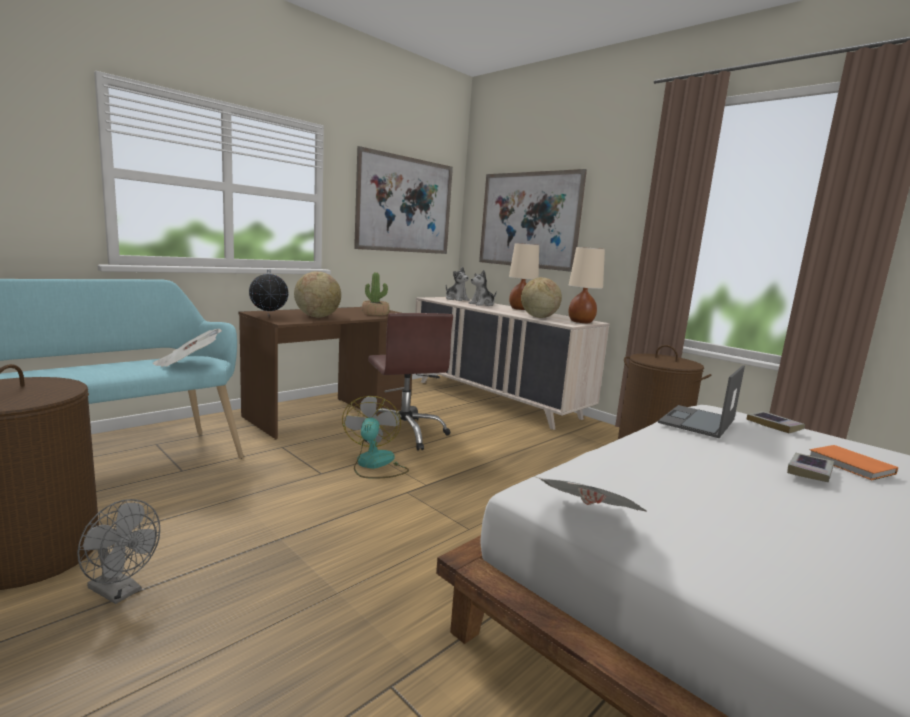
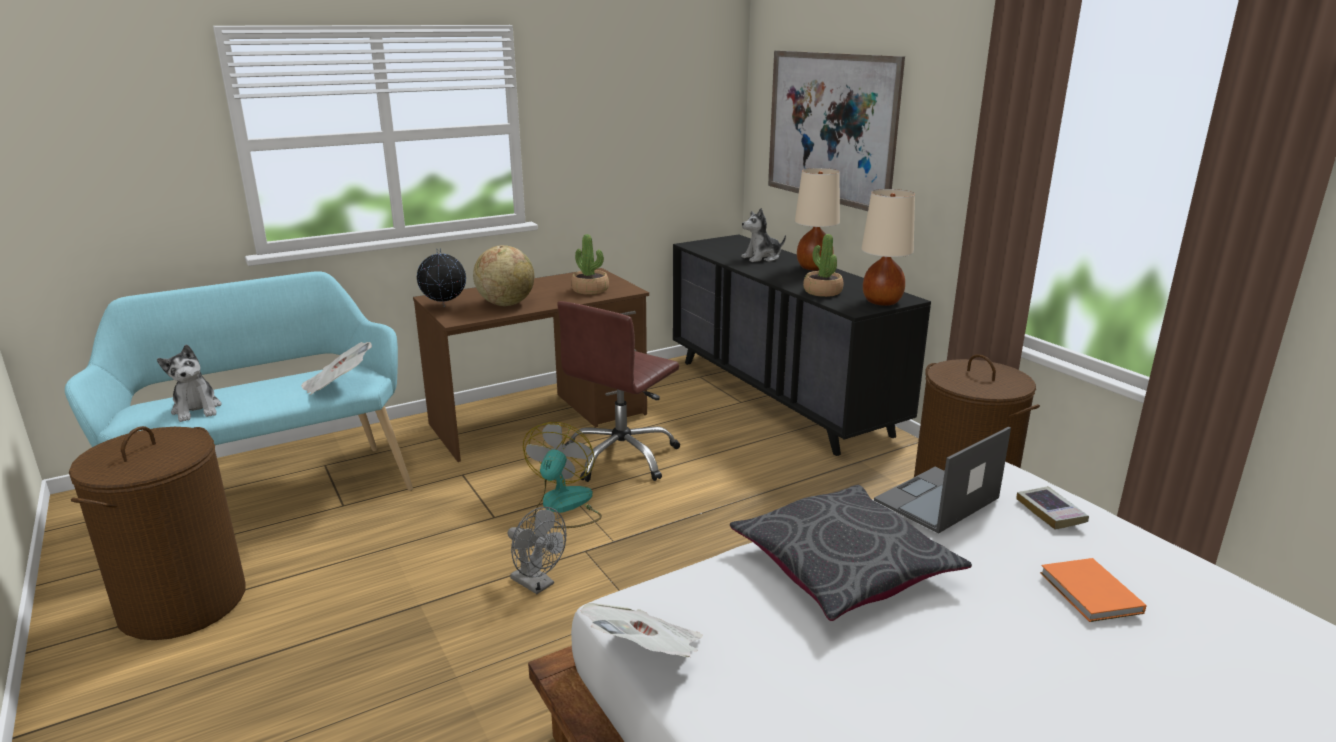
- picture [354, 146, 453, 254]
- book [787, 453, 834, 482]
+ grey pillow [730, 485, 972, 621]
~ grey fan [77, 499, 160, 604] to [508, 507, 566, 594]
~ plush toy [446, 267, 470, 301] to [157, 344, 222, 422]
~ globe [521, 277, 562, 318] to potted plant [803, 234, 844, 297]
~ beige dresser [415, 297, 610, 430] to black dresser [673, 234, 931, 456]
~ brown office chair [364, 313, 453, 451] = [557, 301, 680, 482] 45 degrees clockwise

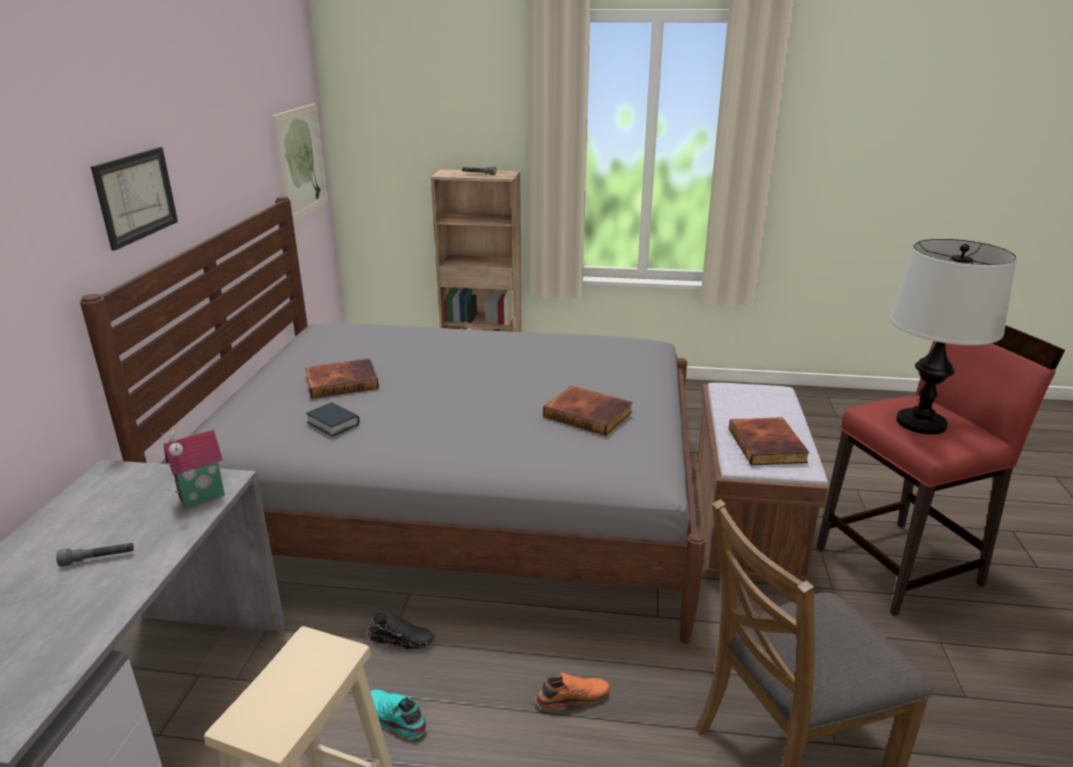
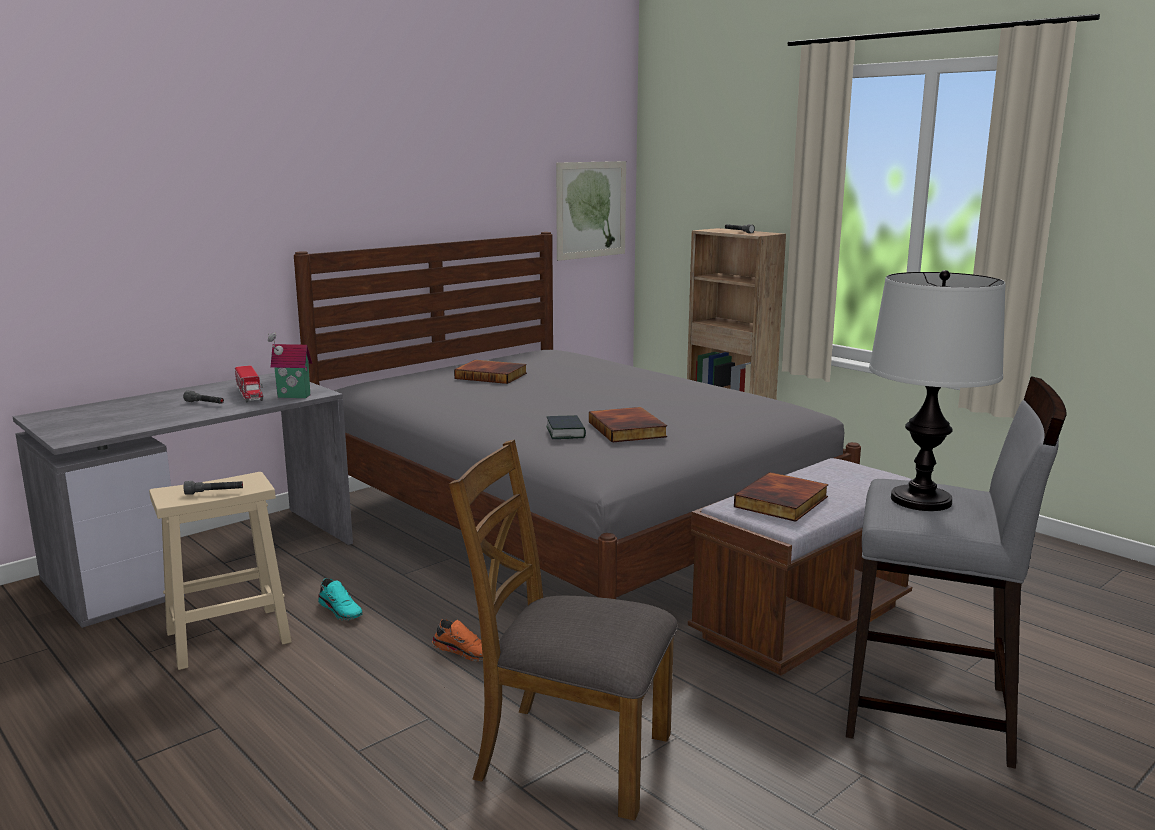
- picture [91, 147, 178, 251]
- black shoe [366, 613, 434, 650]
+ grey flashlight [184, 481, 243, 495]
+ toy truck [235, 365, 263, 403]
~ book [306, 402, 360, 437] to [546, 415, 586, 439]
~ red stool [816, 325, 1065, 616] to grey stool [846, 376, 1066, 769]
~ turquoise shoe [371, 689, 427, 738] = [318, 578, 363, 620] 150 degrees clockwise

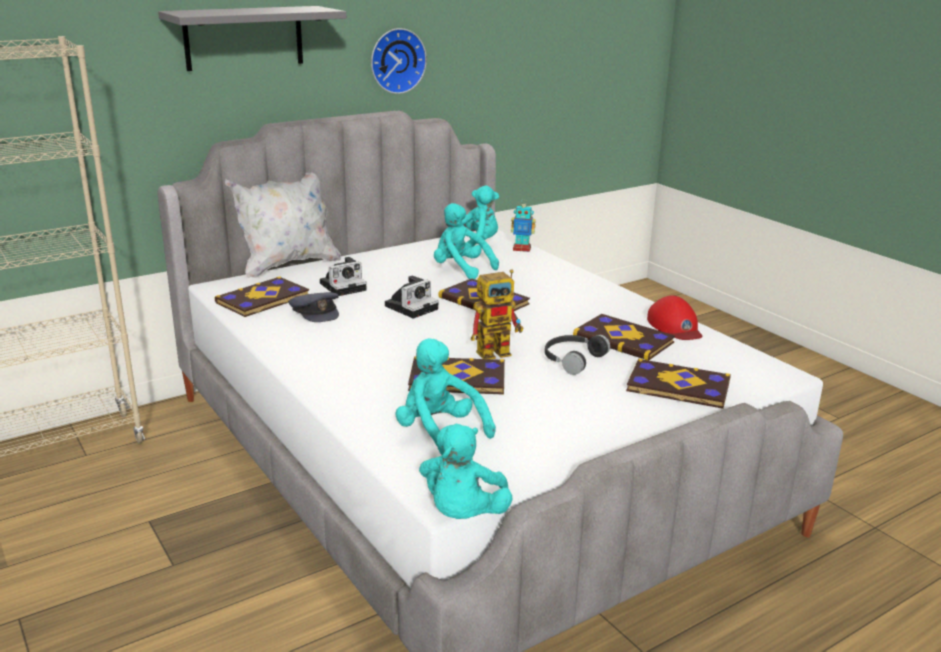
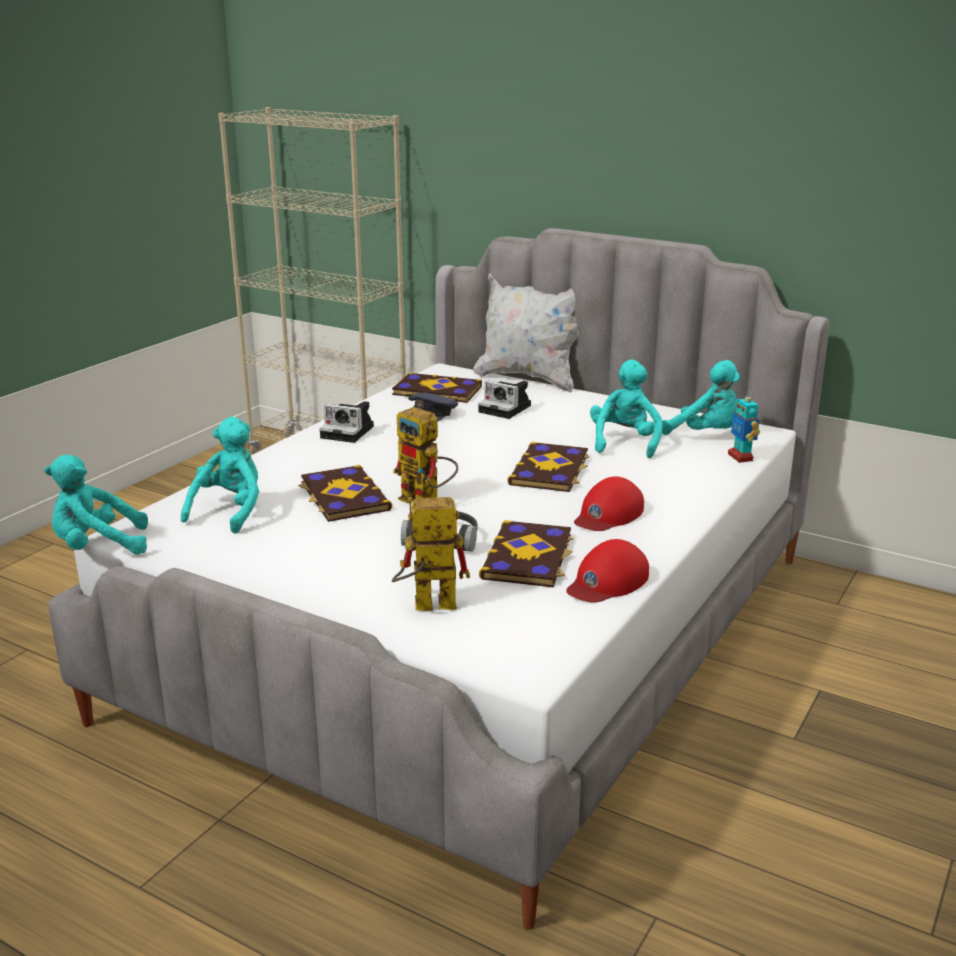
- grey shelf [158, 6, 346, 71]
- wall clock [371, 28, 427, 94]
+ red cap [574, 476, 644, 531]
~ photo camera [385, 275, 439, 319] to [320, 401, 374, 443]
~ book [626, 358, 731, 409] to toy robot [392, 497, 470, 611]

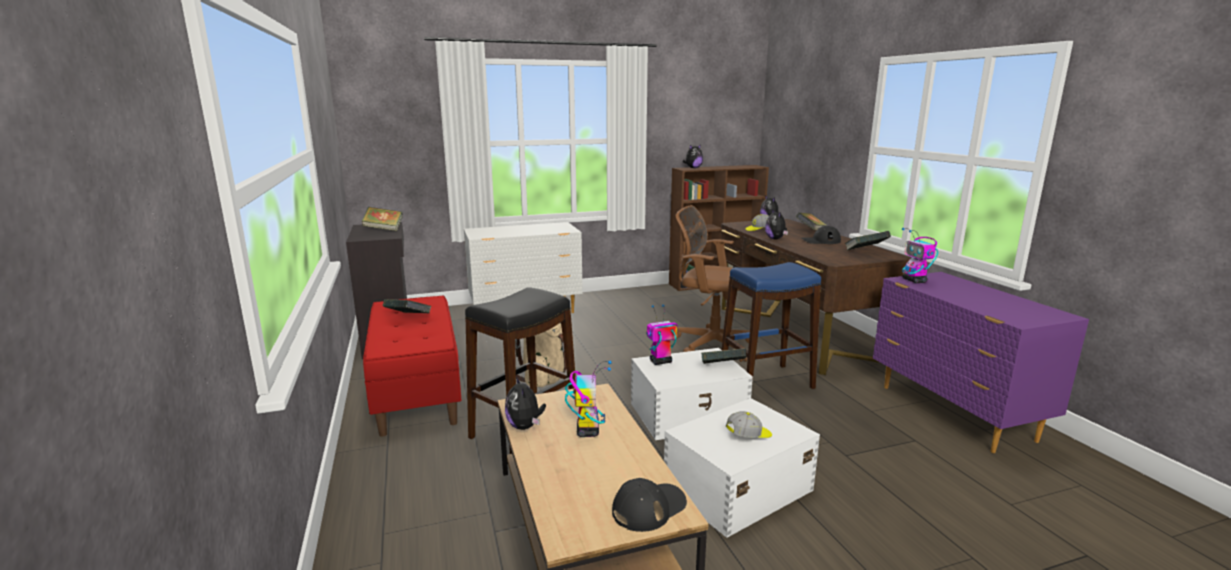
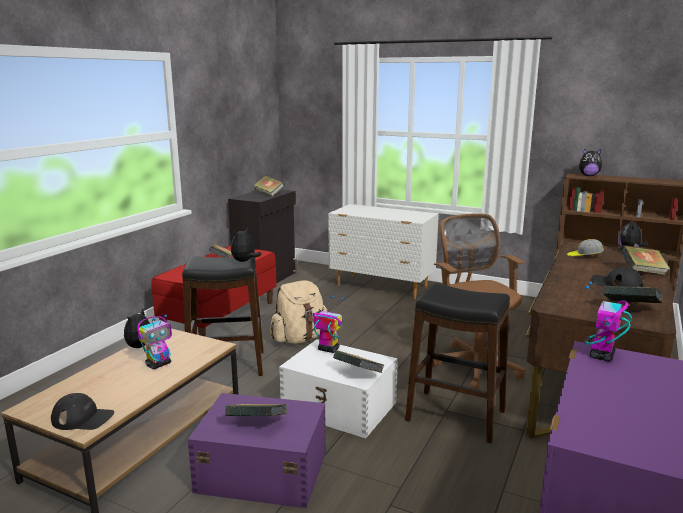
~ plush toy [765, 209, 788, 239] to [231, 227, 261, 262]
~ cap [726, 411, 772, 438] to book [225, 404, 287, 416]
~ white storage box [664, 398, 820, 538] to purple storage box [188, 393, 326, 508]
~ blue stool [721, 262, 821, 389] to black stool [405, 283, 510, 443]

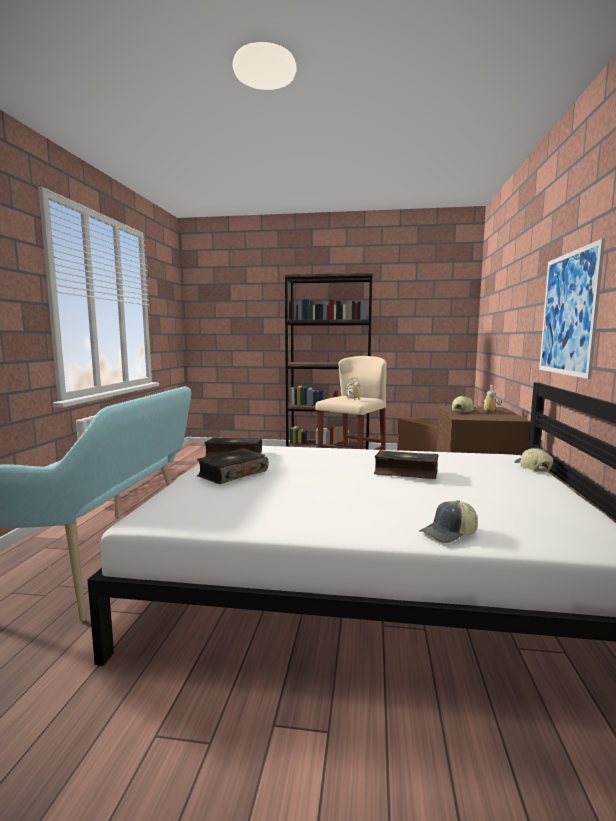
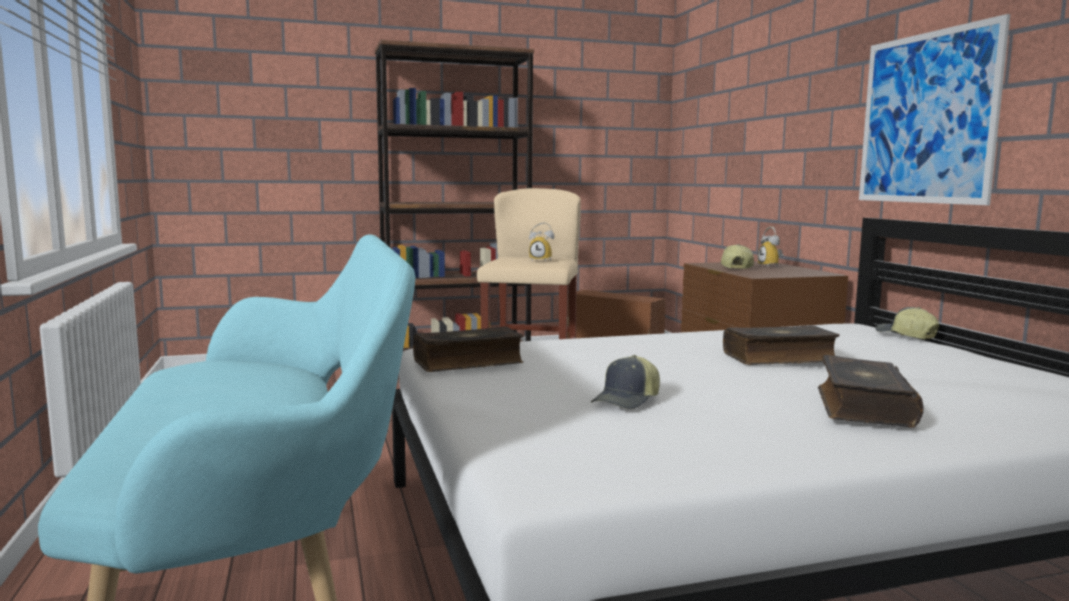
~ book [197, 448, 268, 484] to [818, 355, 924, 428]
~ cap [419, 500, 478, 543] to [591, 355, 660, 409]

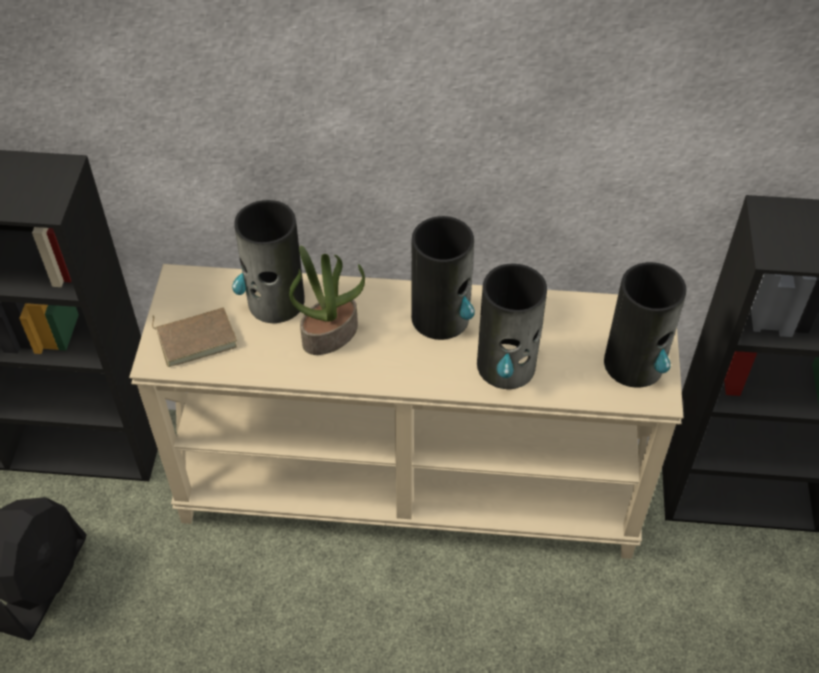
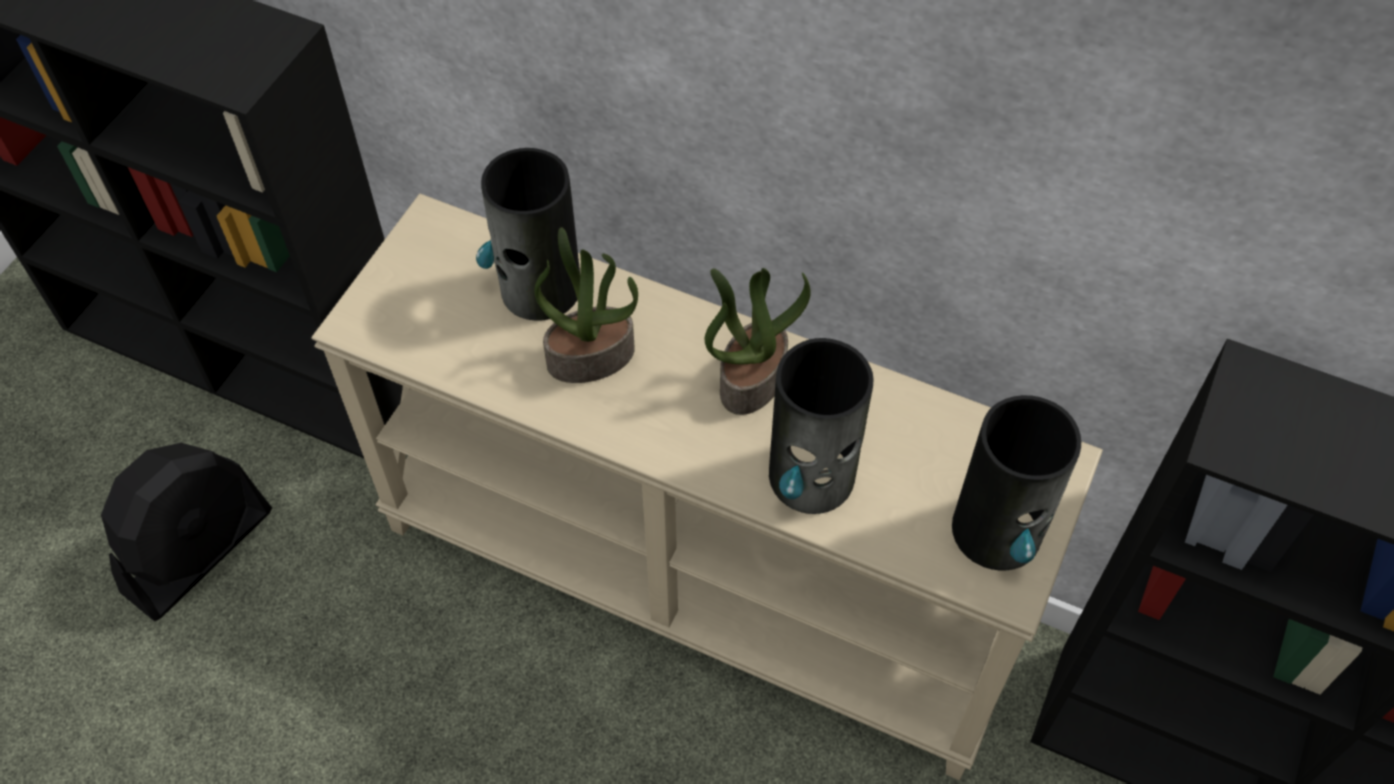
- brown book [152, 307, 237, 367]
~ vase [411, 216, 475, 340] to potted plant [705, 268, 811, 415]

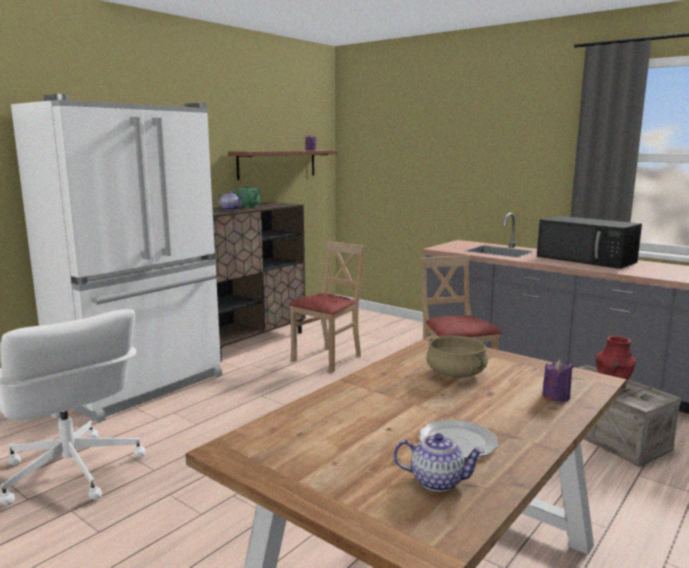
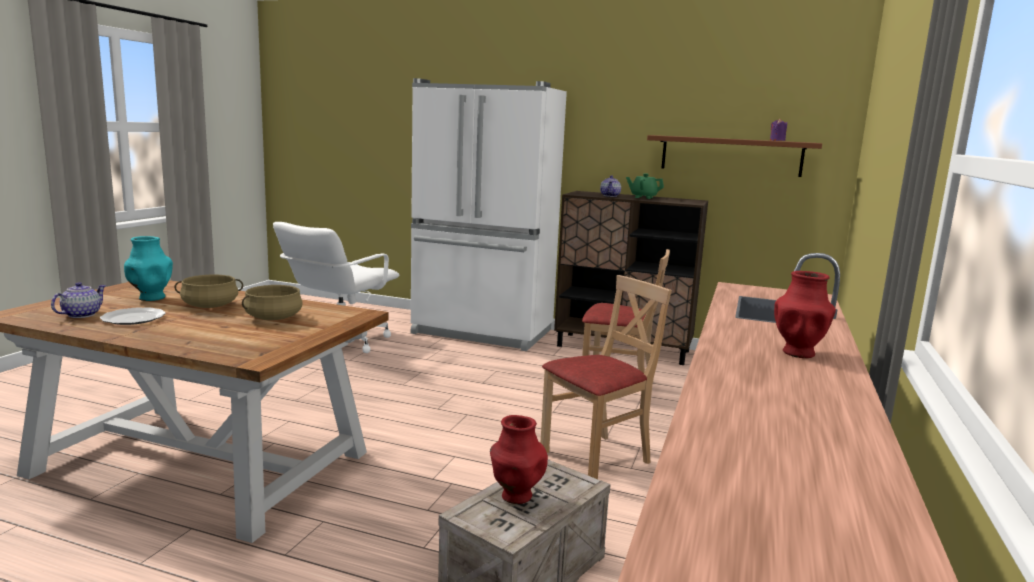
- purple candle [542, 359, 573, 402]
+ turquoise vase [124, 236, 173, 301]
+ beige cooking pot [175, 275, 243, 308]
~ black microwave [537, 216, 642, 269] to red vase [774, 271, 836, 358]
~ teapot [394, 433, 485, 492] = [51, 282, 106, 318] 150 degrees counterclockwise

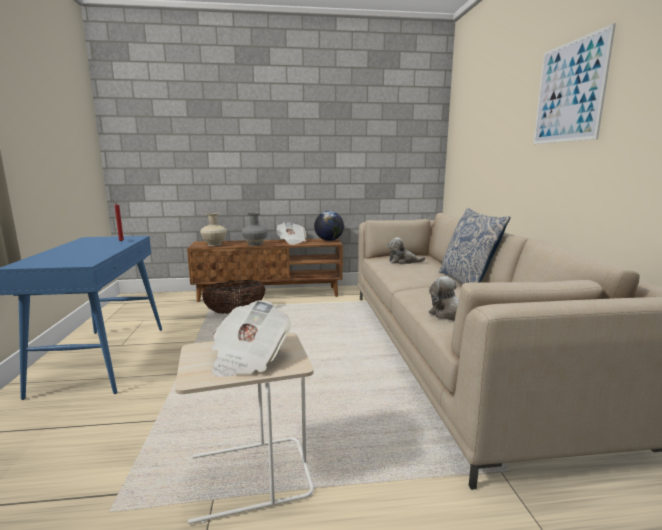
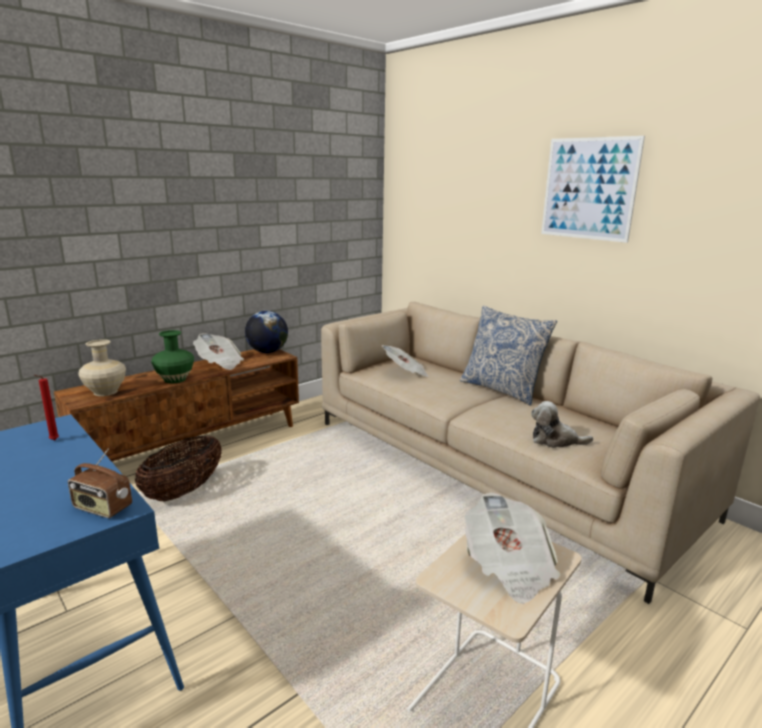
+ radio [68, 449, 132, 518]
~ plush toy [388, 237, 425, 264] to newspaper [381, 345, 429, 377]
~ grey vase [242, 213, 268, 246] to green vase [151, 330, 194, 383]

